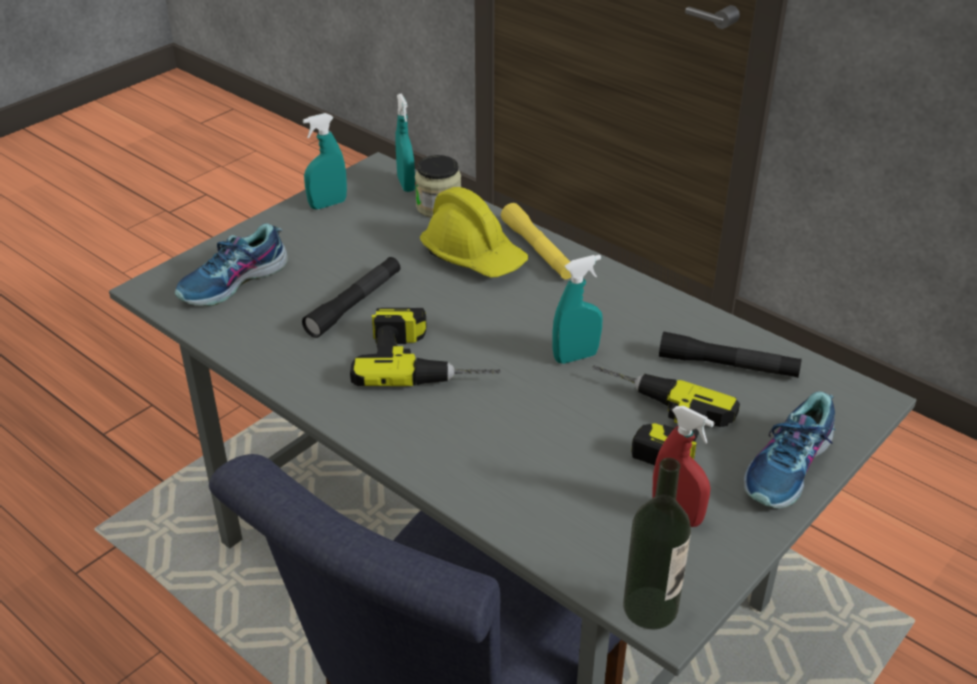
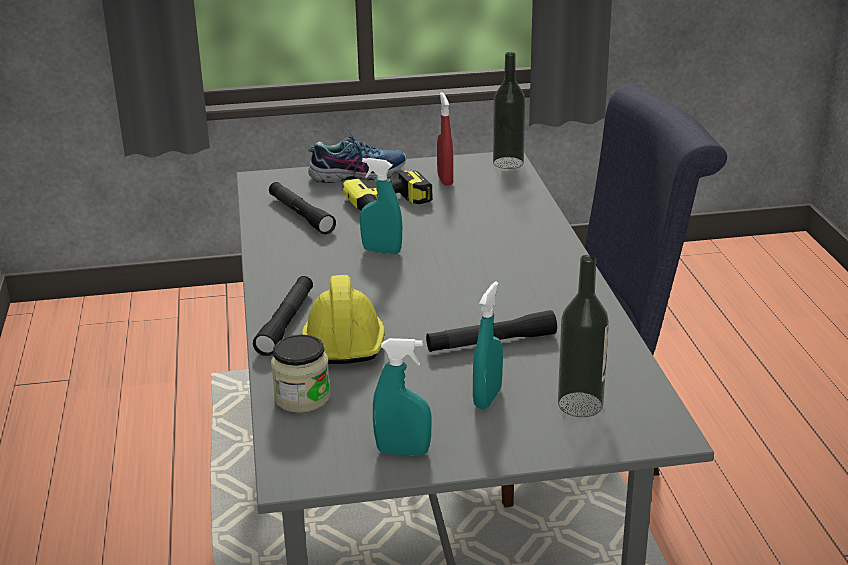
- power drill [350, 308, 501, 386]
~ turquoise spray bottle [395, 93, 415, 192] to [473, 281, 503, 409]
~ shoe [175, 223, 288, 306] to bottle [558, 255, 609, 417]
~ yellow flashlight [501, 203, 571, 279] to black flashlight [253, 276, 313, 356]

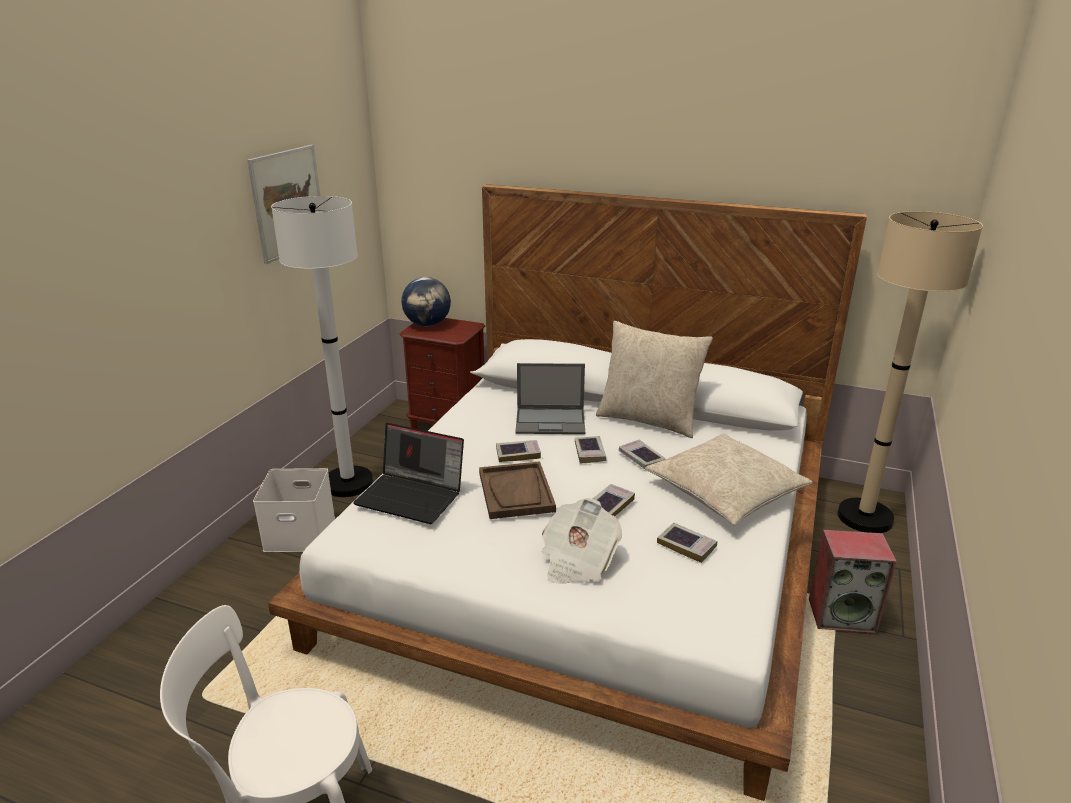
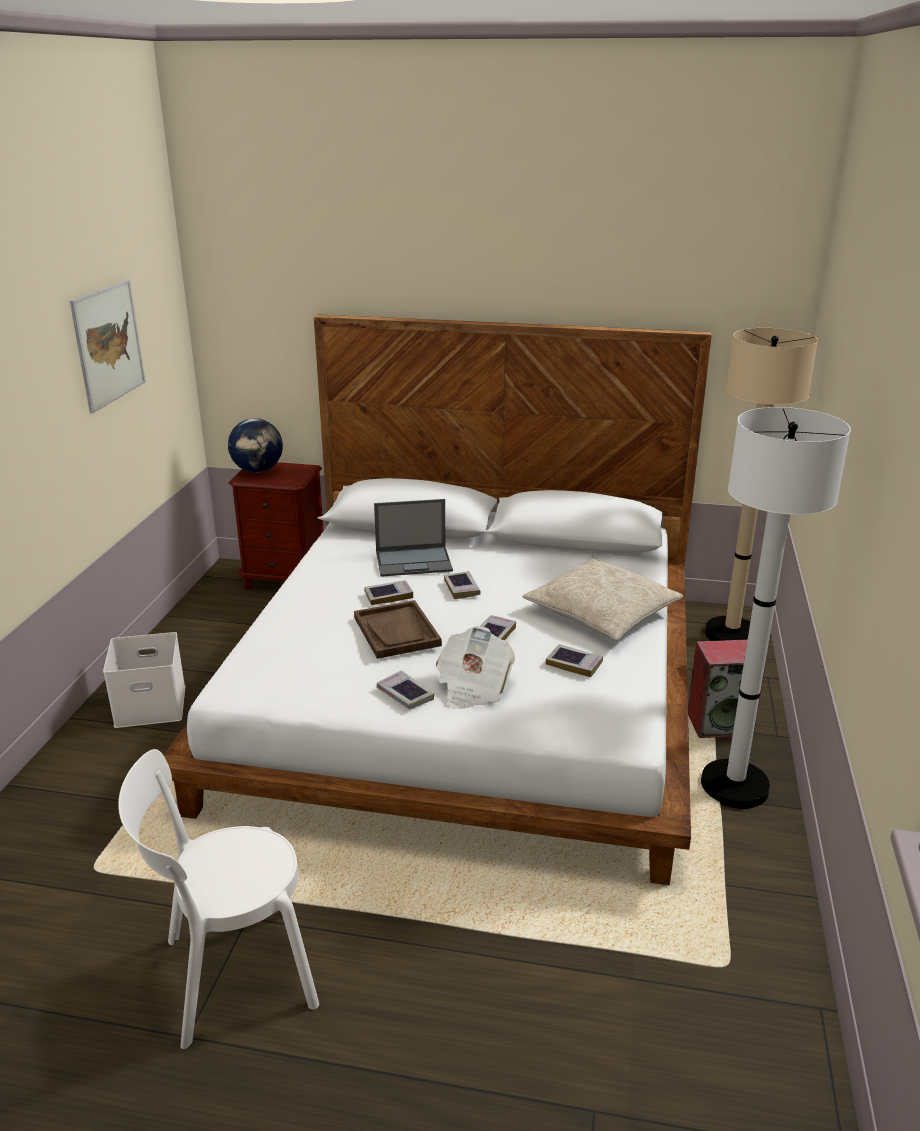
- laptop [353, 423, 464, 524]
- beige pillow [596, 321, 713, 438]
~ white floor lamp [271, 196, 373, 497] to [701, 407, 851, 809]
~ book [619, 439, 666, 469] to [377, 670, 434, 710]

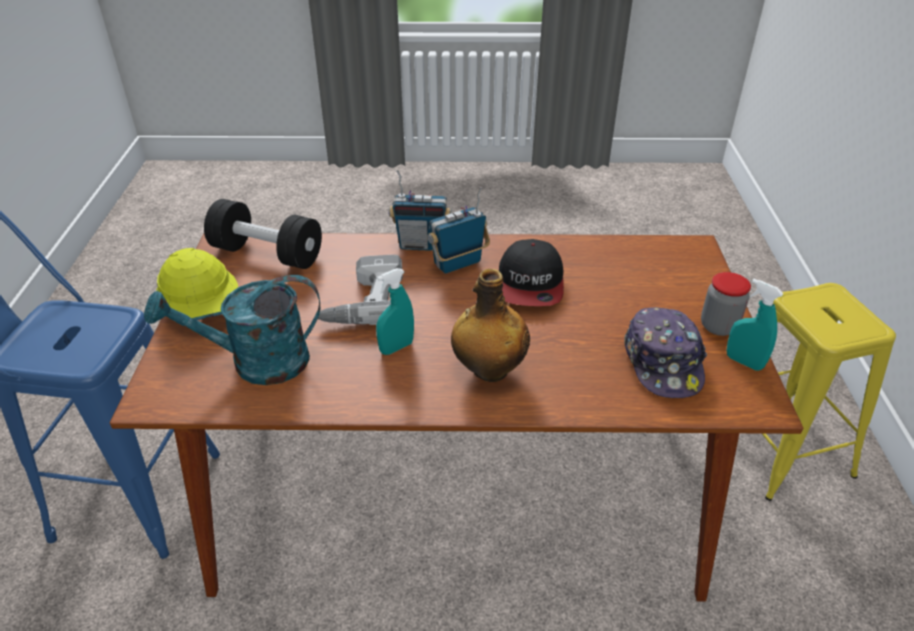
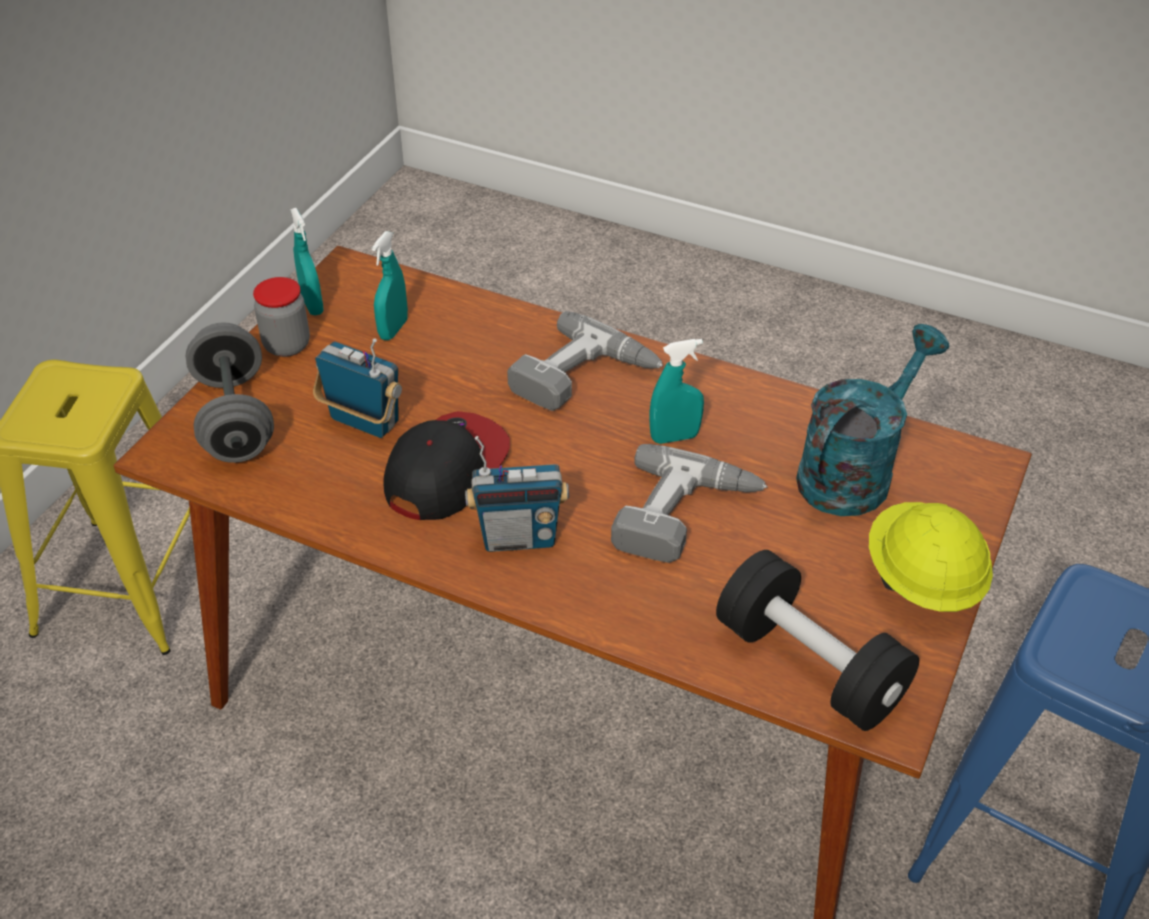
+ grey dumbbell [186, 322, 274, 463]
~ radio [389, 169, 451, 251] to [313, 338, 402, 438]
~ bottle [451, 269, 530, 382] to power drill [507, 311, 663, 411]
~ cap [625, 307, 707, 398] to turquoise spray bottle [372, 231, 408, 340]
~ turquoise watering can [144, 275, 320, 385] = [796, 324, 949, 516] 60 degrees counterclockwise

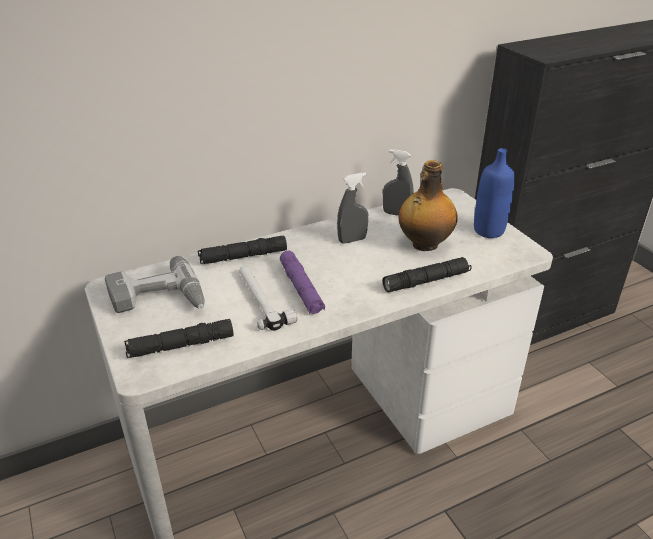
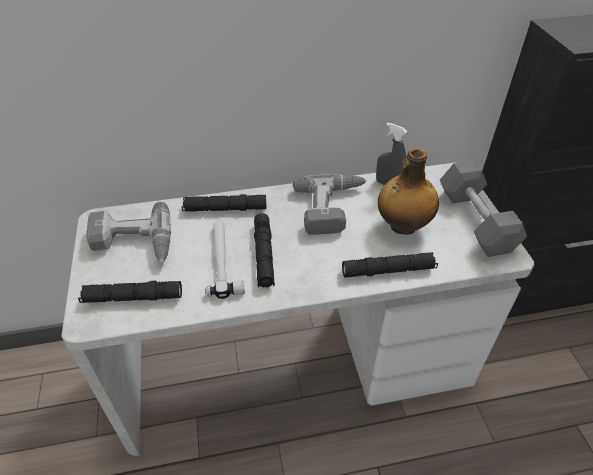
~ grey spray bottle [337, 172, 368, 244] to power drill [293, 174, 367, 235]
~ blue bottle [474, 148, 515, 238] to grey dumbbell [440, 160, 527, 257]
~ purple flashlight [280, 251, 325, 314] to black flashlight [254, 213, 275, 288]

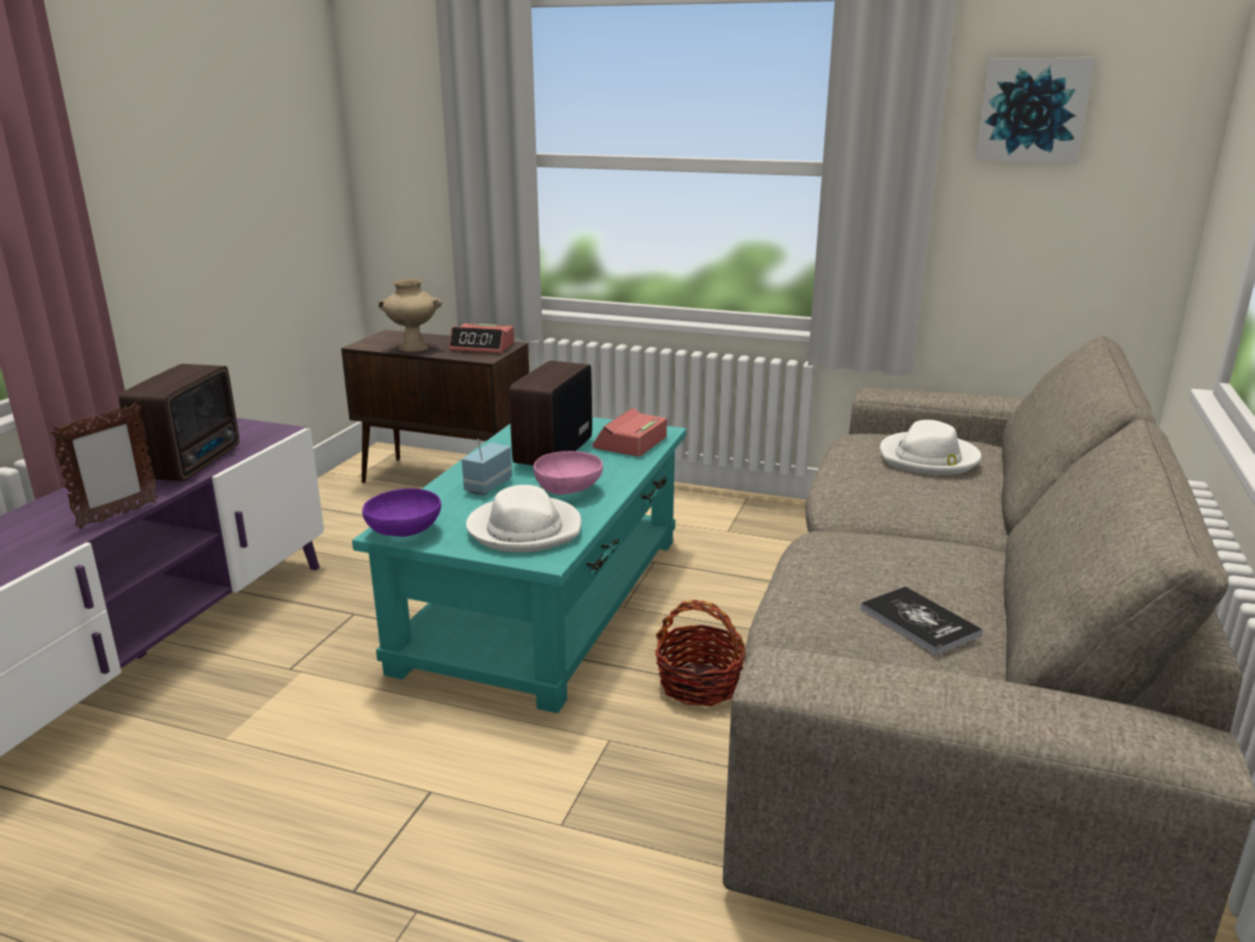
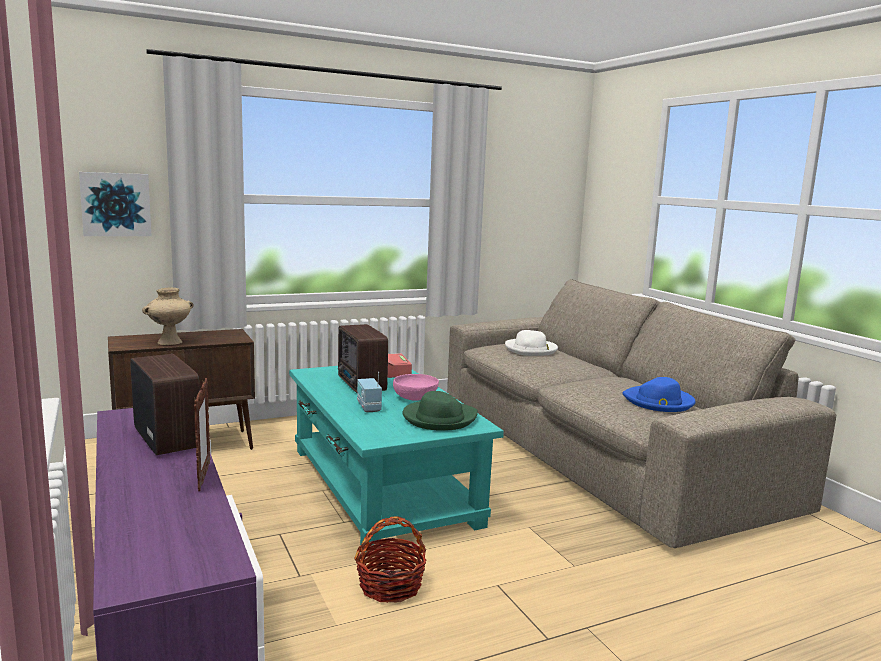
- purple bowl [362, 488, 441, 537]
- alarm clock [449, 323, 514, 353]
~ basket [655, 600, 745, 706] to [354, 516, 426, 603]
~ picture [975, 58, 1095, 163] to [79, 172, 152, 236]
~ book [860, 587, 983, 655] to blue hat [622, 377, 696, 412]
~ white hat [466, 485, 582, 552] to green hat [403, 391, 478, 431]

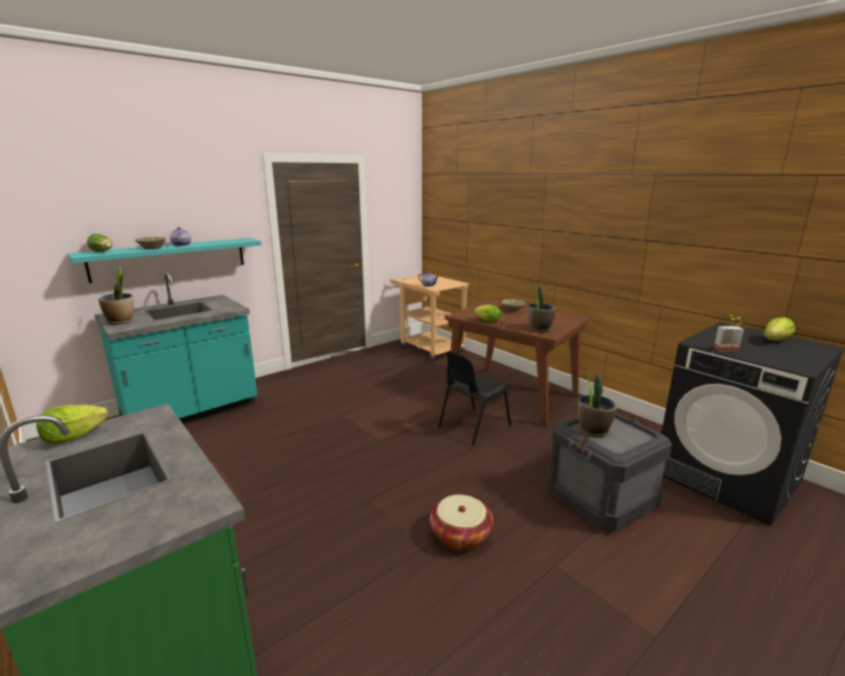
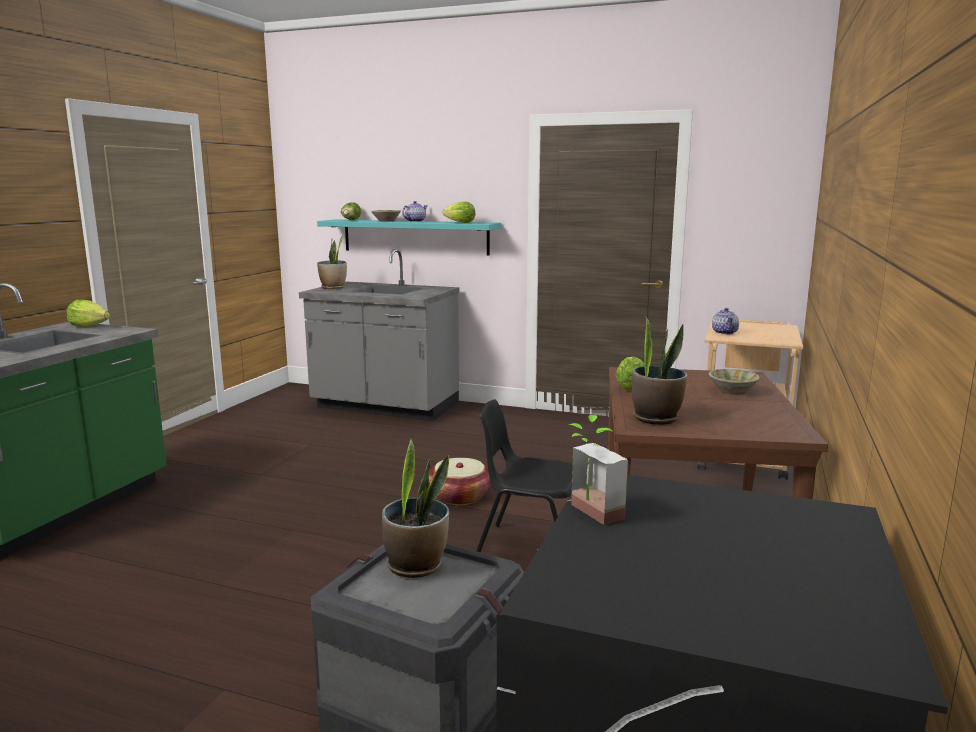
~ basket [430, 495, 493, 550] to [429, 458, 491, 505]
~ lettuce [764, 317, 795, 341] to [443, 202, 475, 223]
~ turquoise counter [95, 272, 258, 425] to grey counter [299, 249, 459, 421]

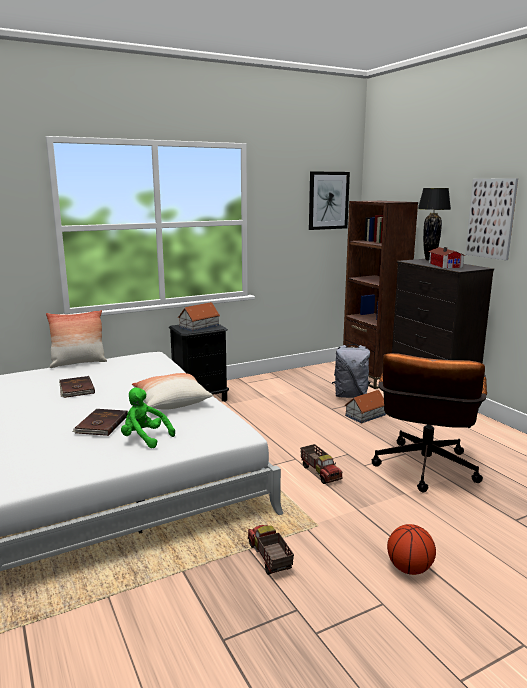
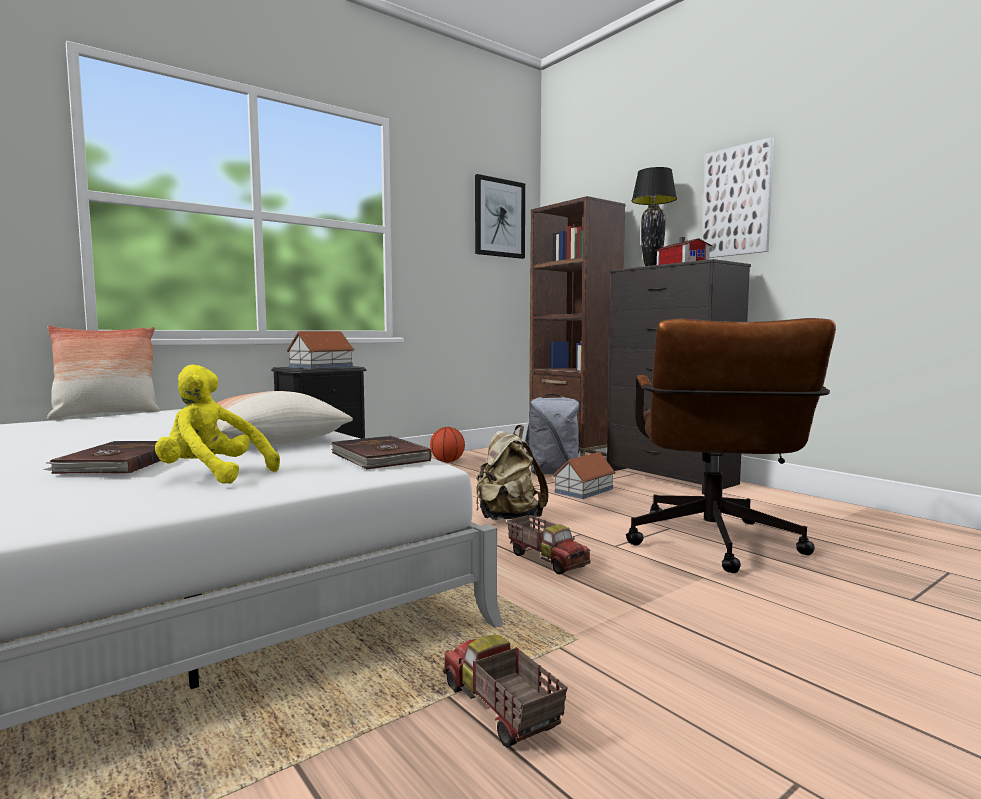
+ beige backpack [476, 425, 548, 520]
~ brown book [59, 376, 95, 398] to [331, 436, 431, 469]
~ basketball [387, 524, 436, 575] to [430, 427, 465, 462]
~ green plush toy [121, 388, 175, 448] to yellow plush toy [155, 364, 280, 484]

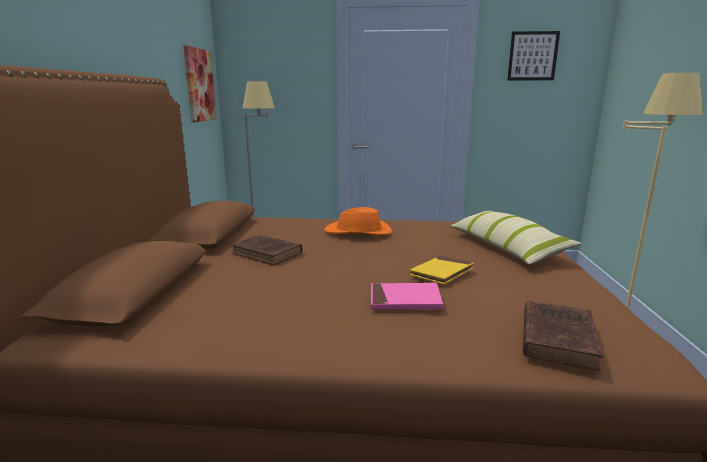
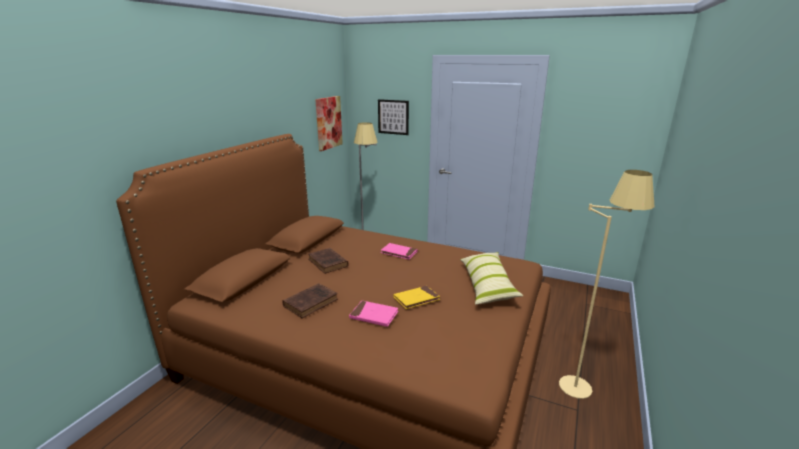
~ picture [507, 31, 560, 80] to [378, 99, 409, 135]
~ brown book [523, 300, 603, 371] to [282, 283, 338, 318]
~ orange hat [324, 207, 392, 235] to pink book [381, 243, 418, 260]

